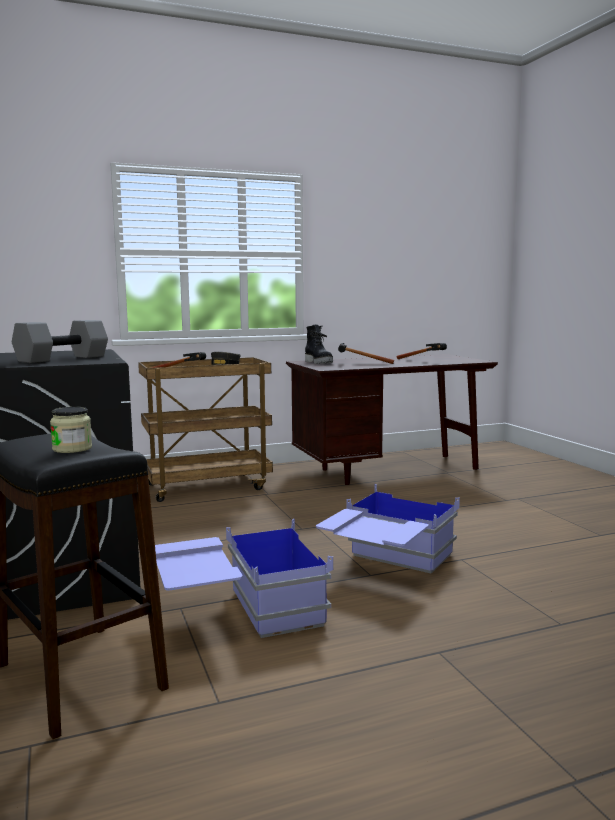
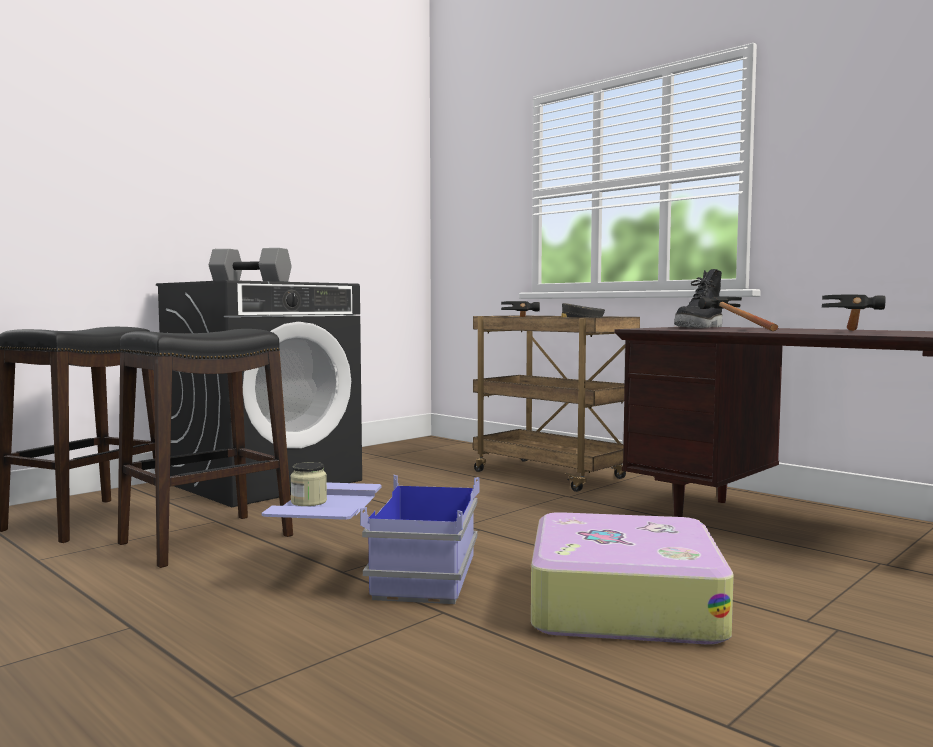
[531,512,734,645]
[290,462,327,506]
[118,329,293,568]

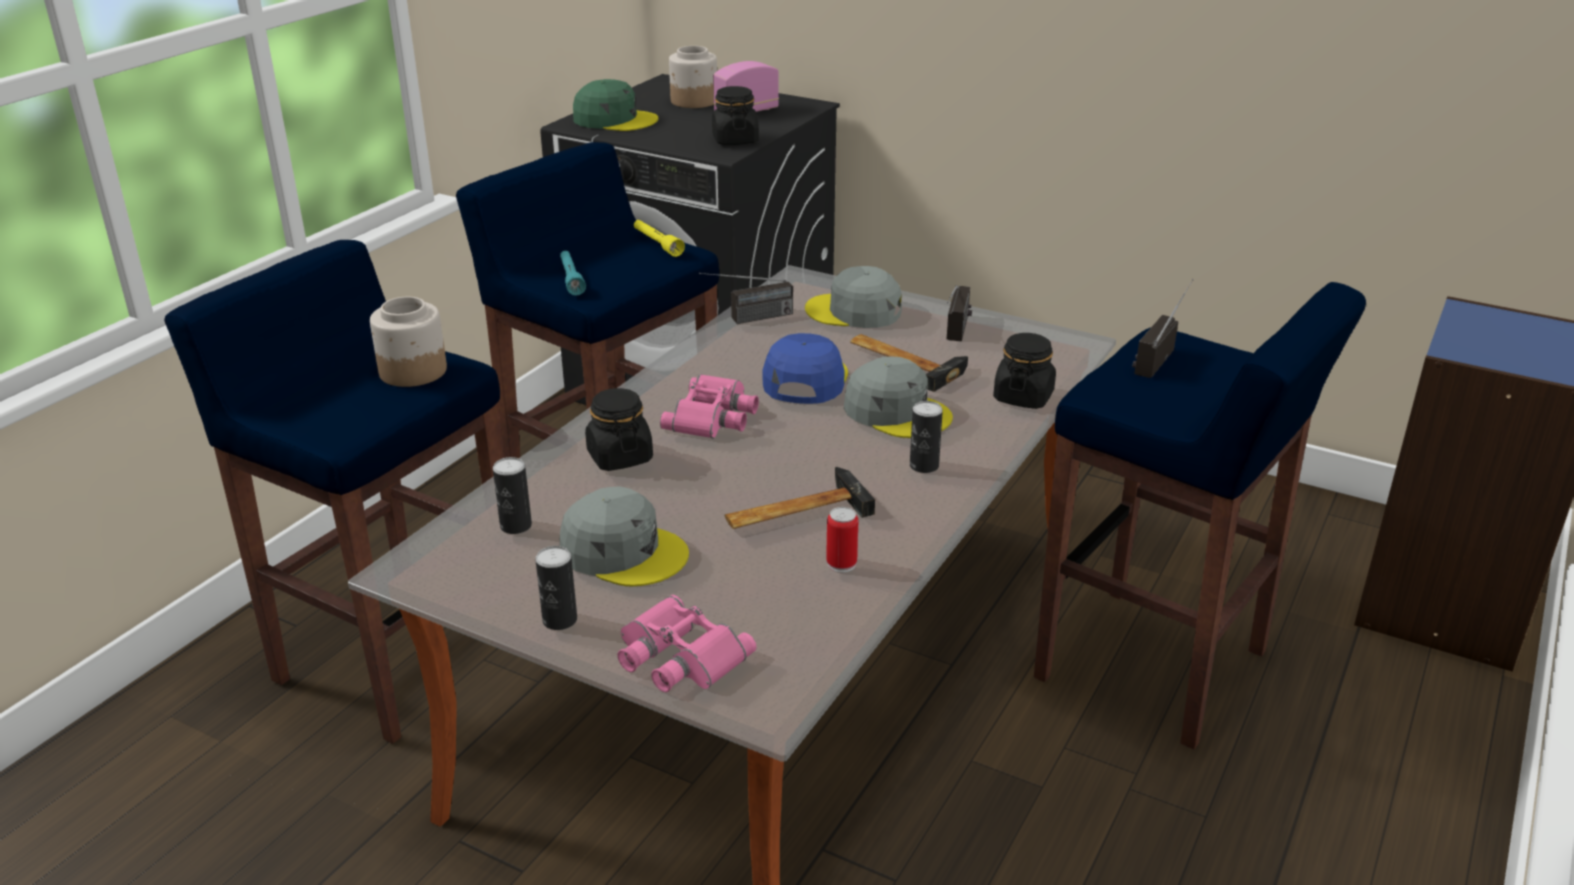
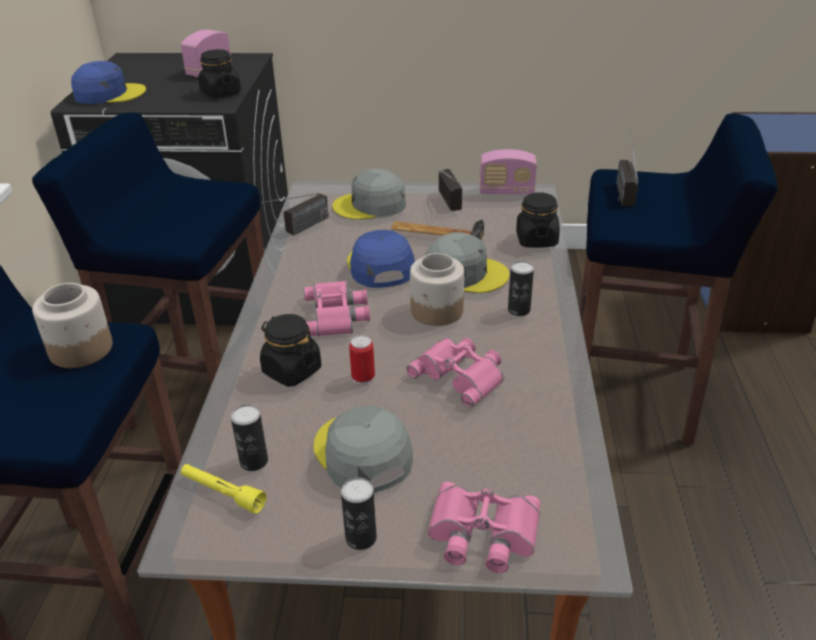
[560,251,586,296] (first image)
[479,149,537,195]
[181,464,267,514]
[410,253,464,326]
[349,335,375,385]
[406,337,504,408]
[71,61,146,104]
[313,406,413,493]

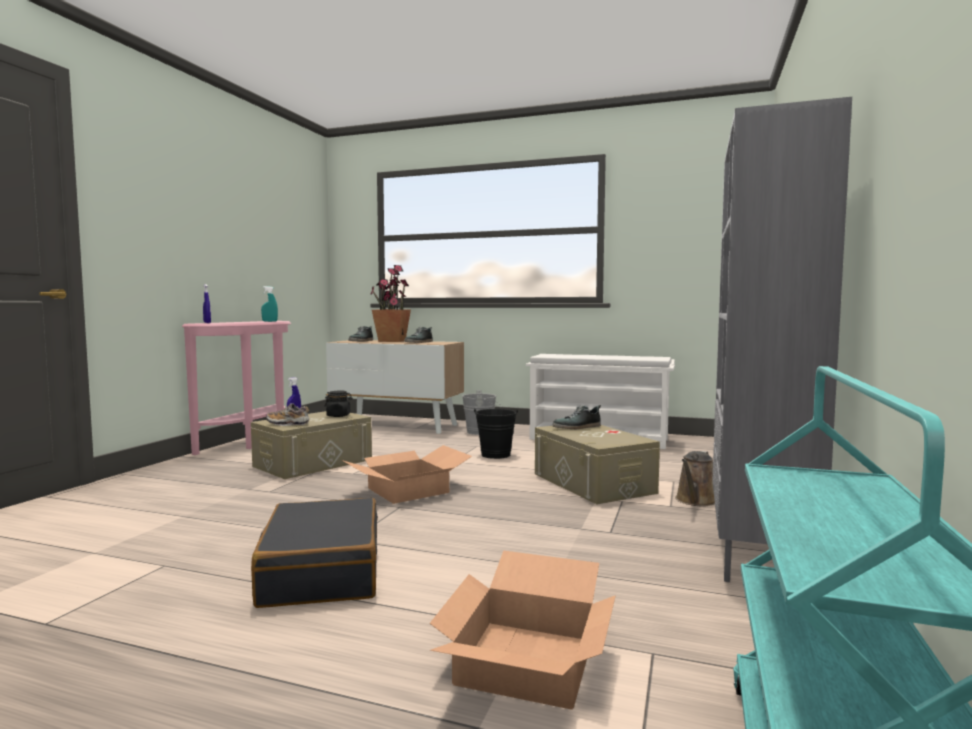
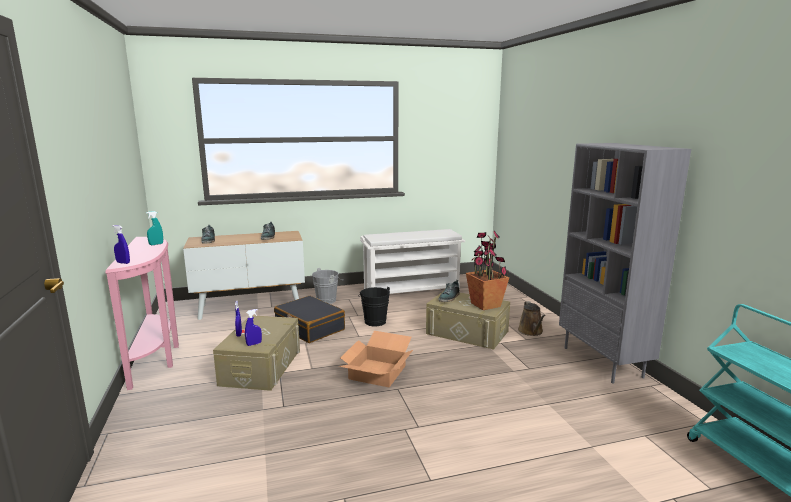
[324,391,352,417] (first image)
[429,550,616,710] (first image)
[274,296,345,343]
[466,231,509,310]
[245,309,262,346]

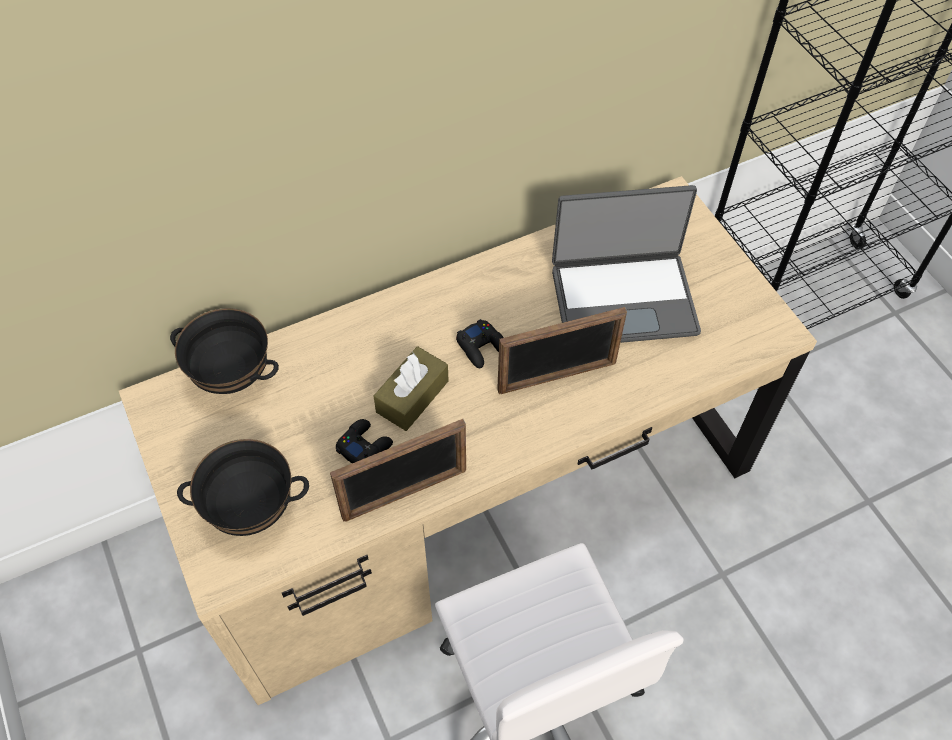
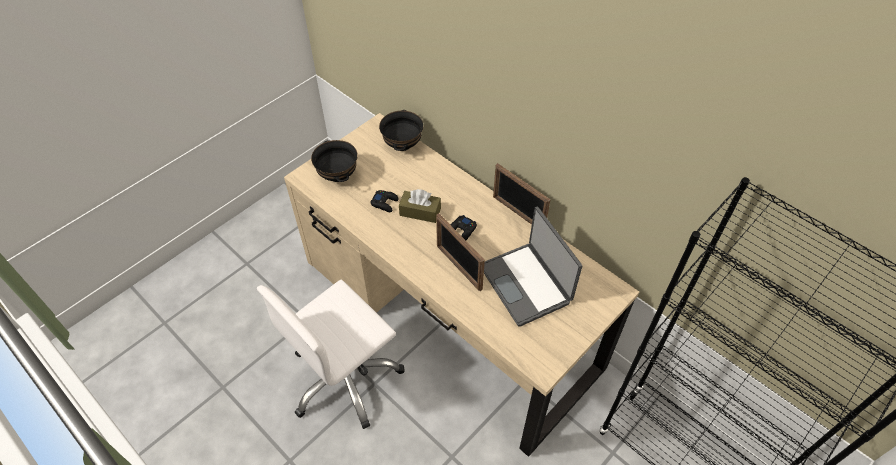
[493,163,551,225]

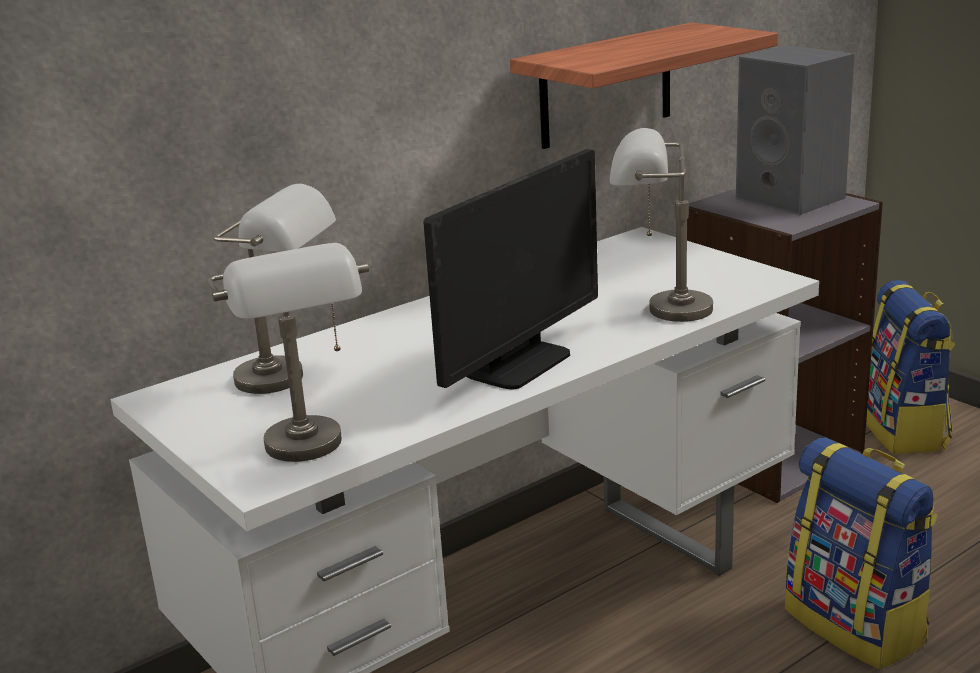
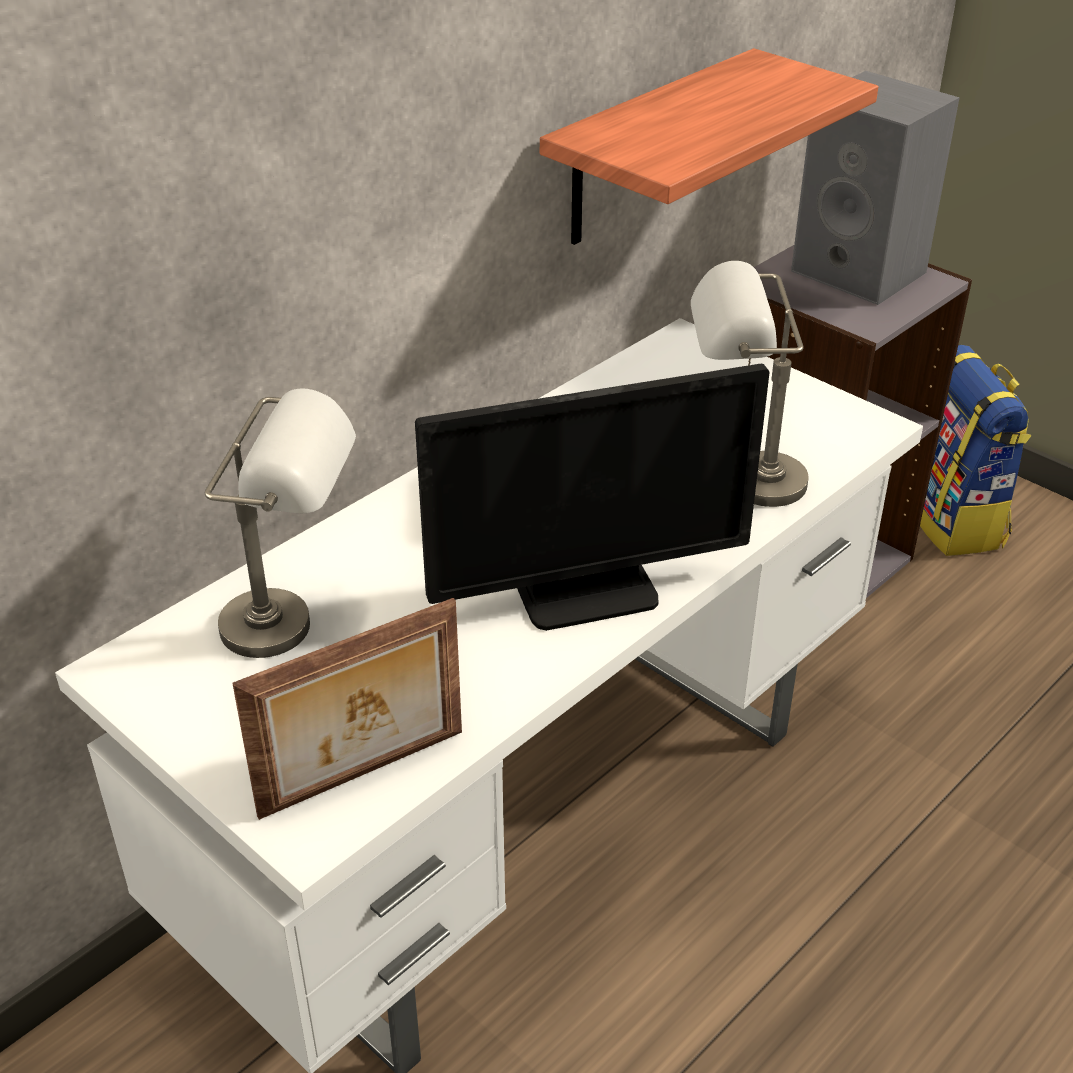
[785,437,938,669] (first image)
[232,598,462,820]
[415,364,770,631]

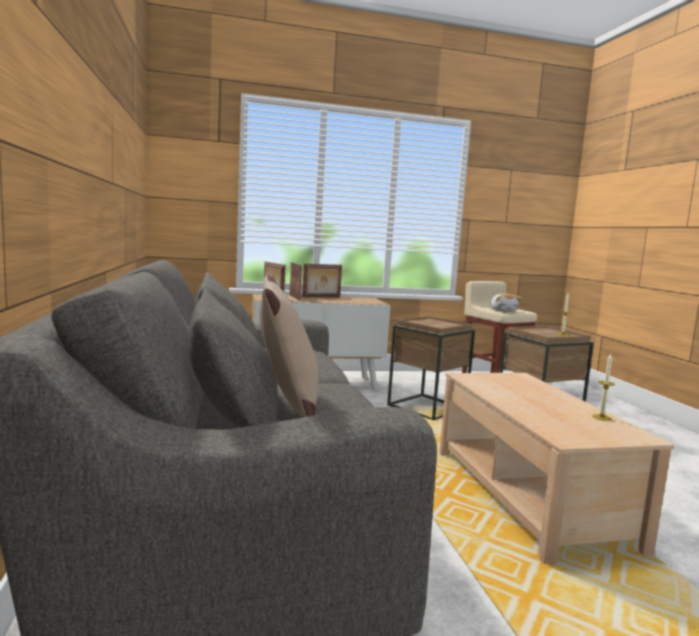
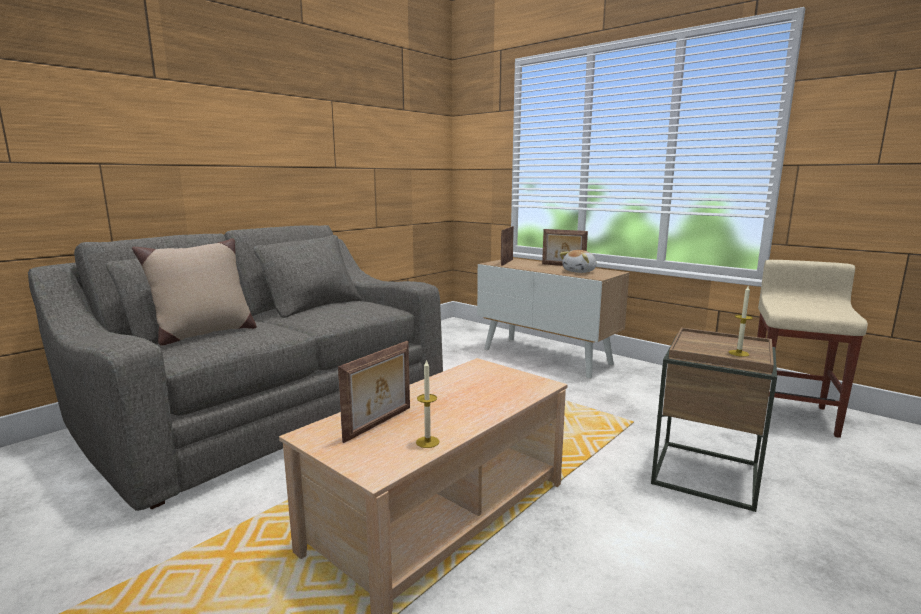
[387,316,475,420] (first image)
[338,341,410,443]
[560,250,597,273]

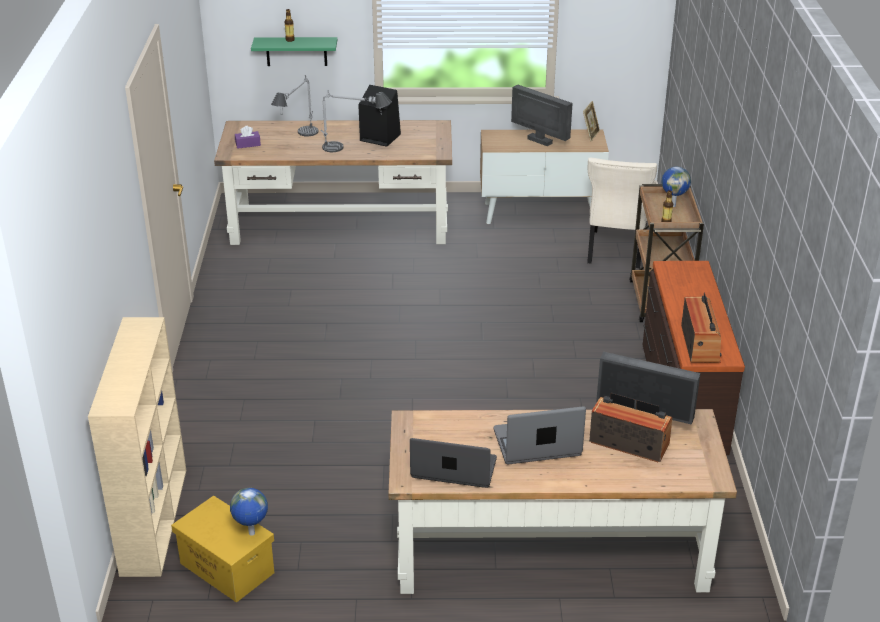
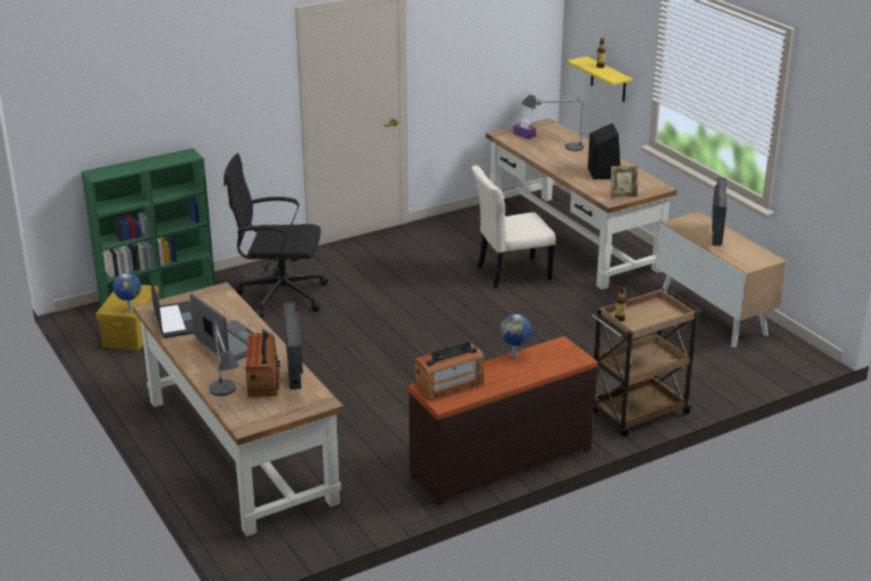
[224,153,328,318]
[209,321,239,396]
[611,166,638,199]
[472,165,556,289]
[500,314,532,358]
[81,148,215,305]
[567,56,633,102]

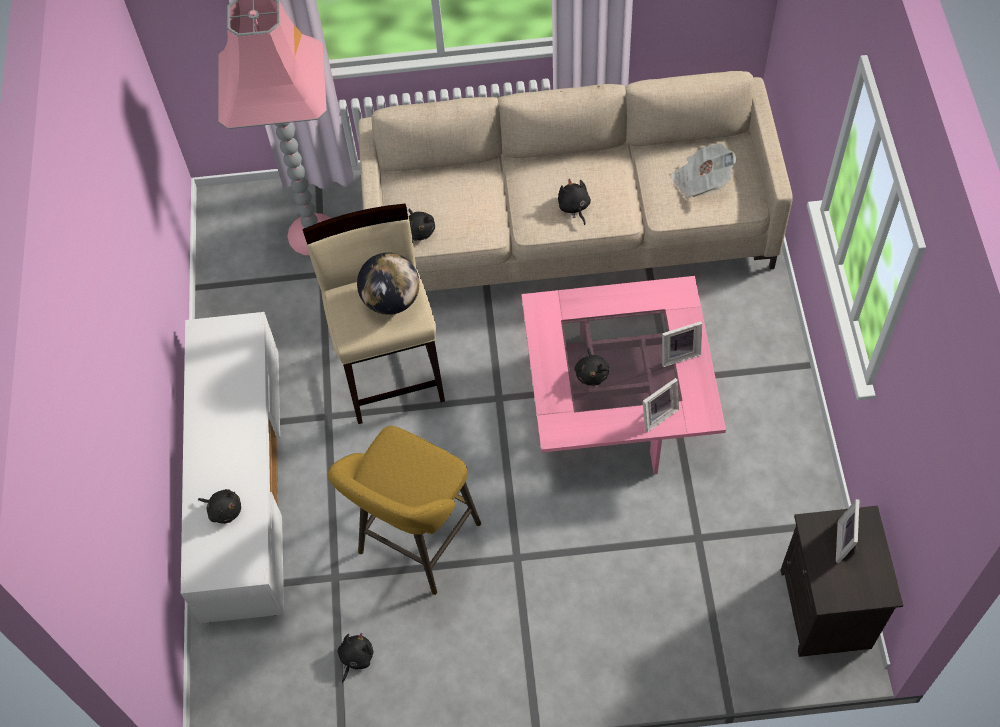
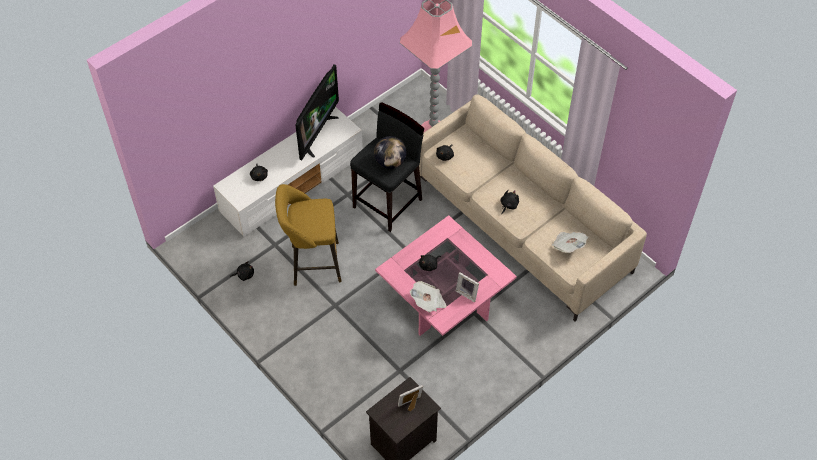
[295,65,339,160]
[410,281,447,312]
[350,102,424,232]

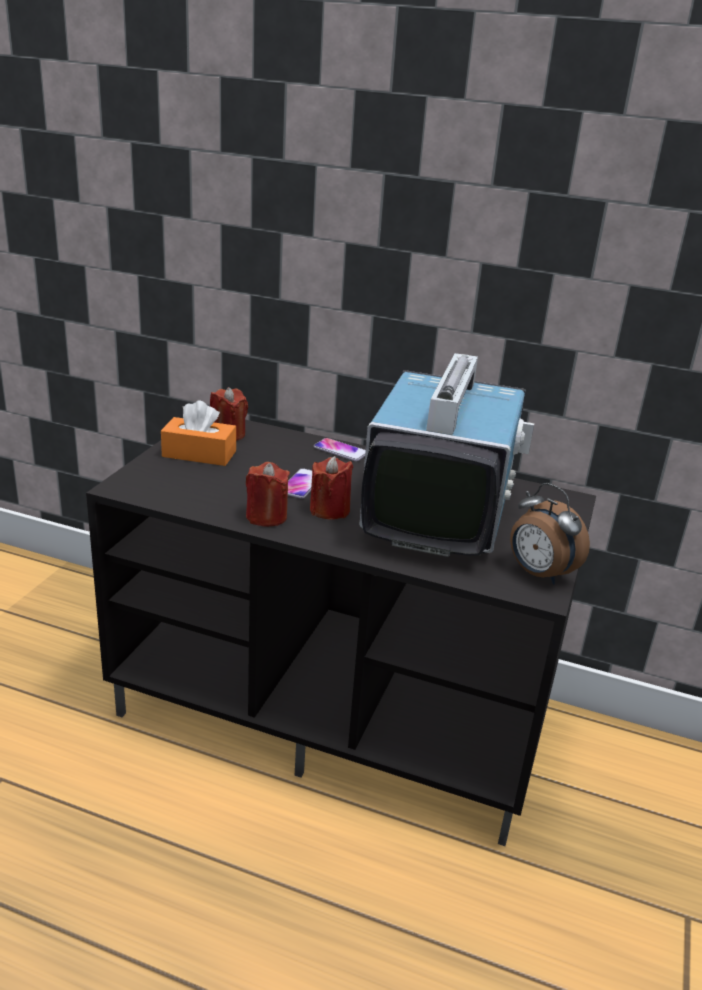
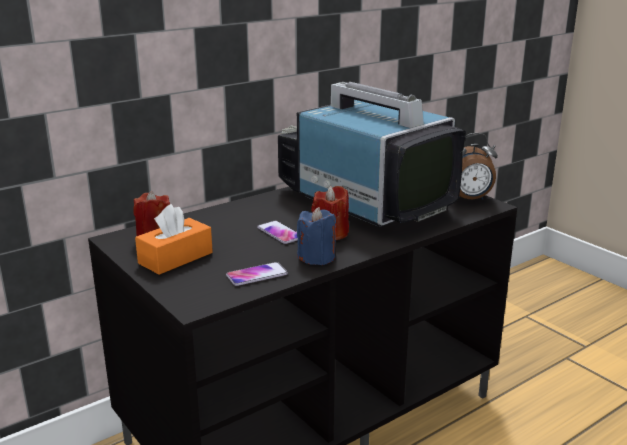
[226,262,288,286]
[297,207,336,265]

